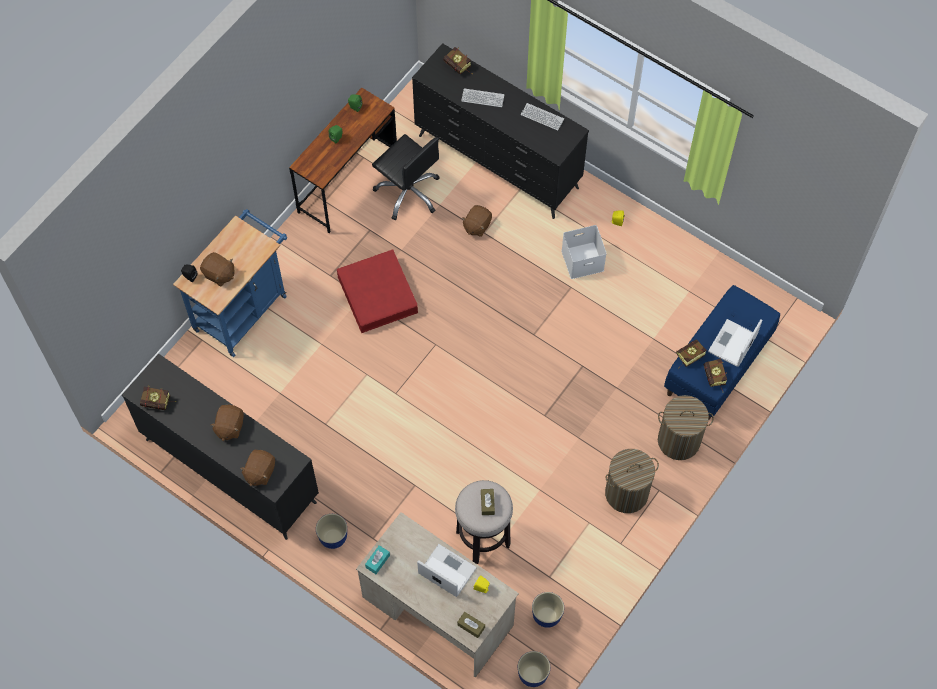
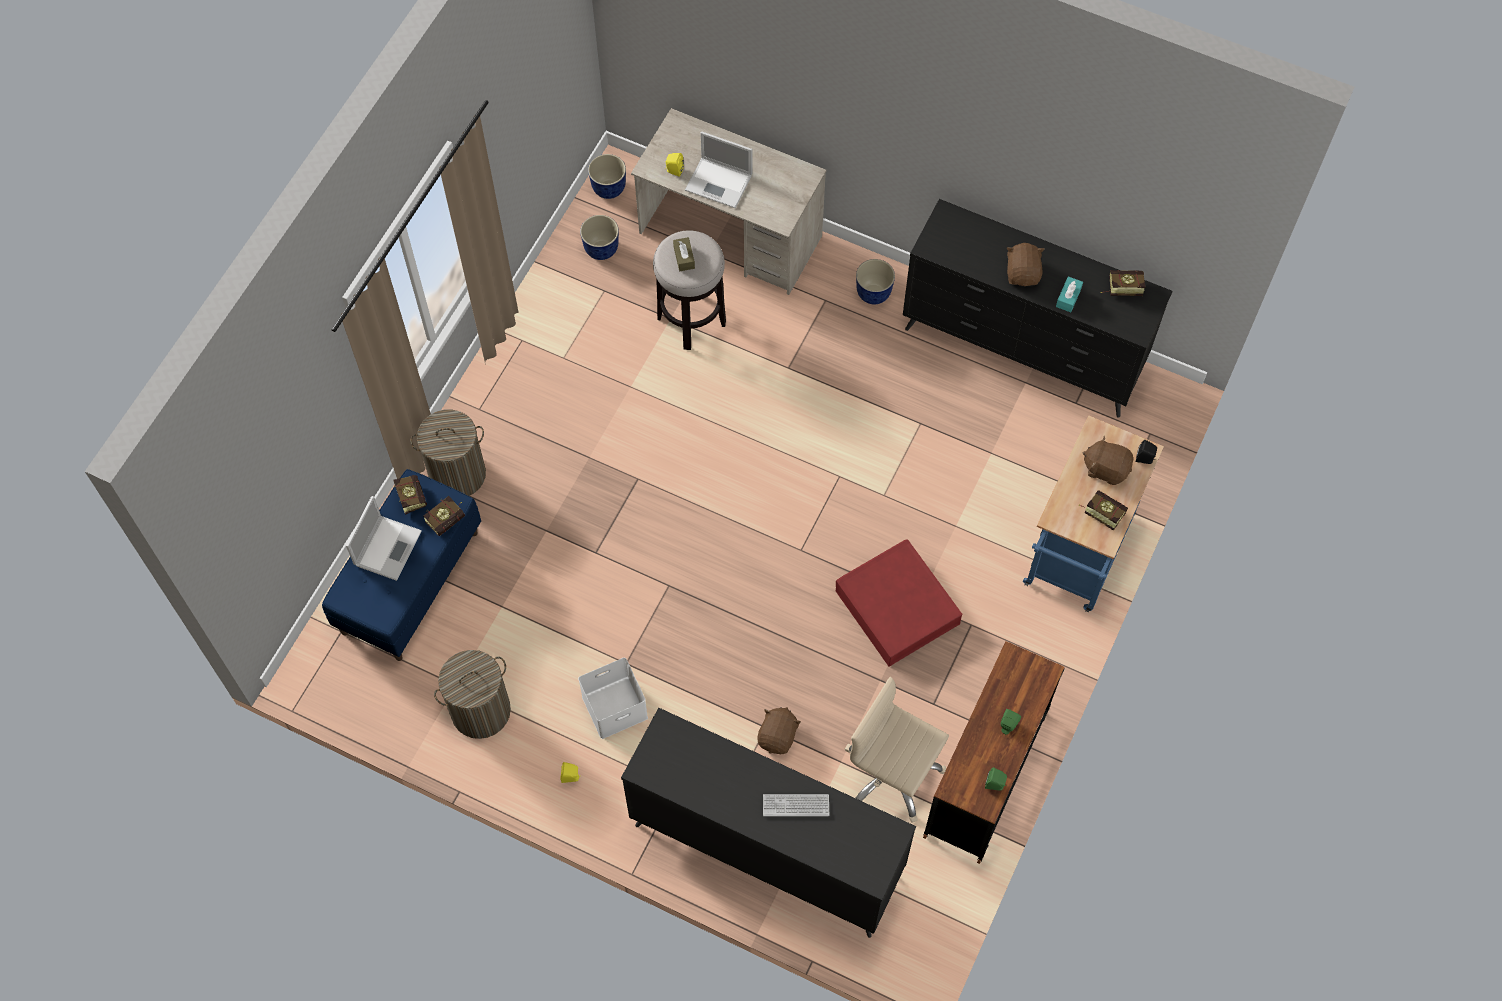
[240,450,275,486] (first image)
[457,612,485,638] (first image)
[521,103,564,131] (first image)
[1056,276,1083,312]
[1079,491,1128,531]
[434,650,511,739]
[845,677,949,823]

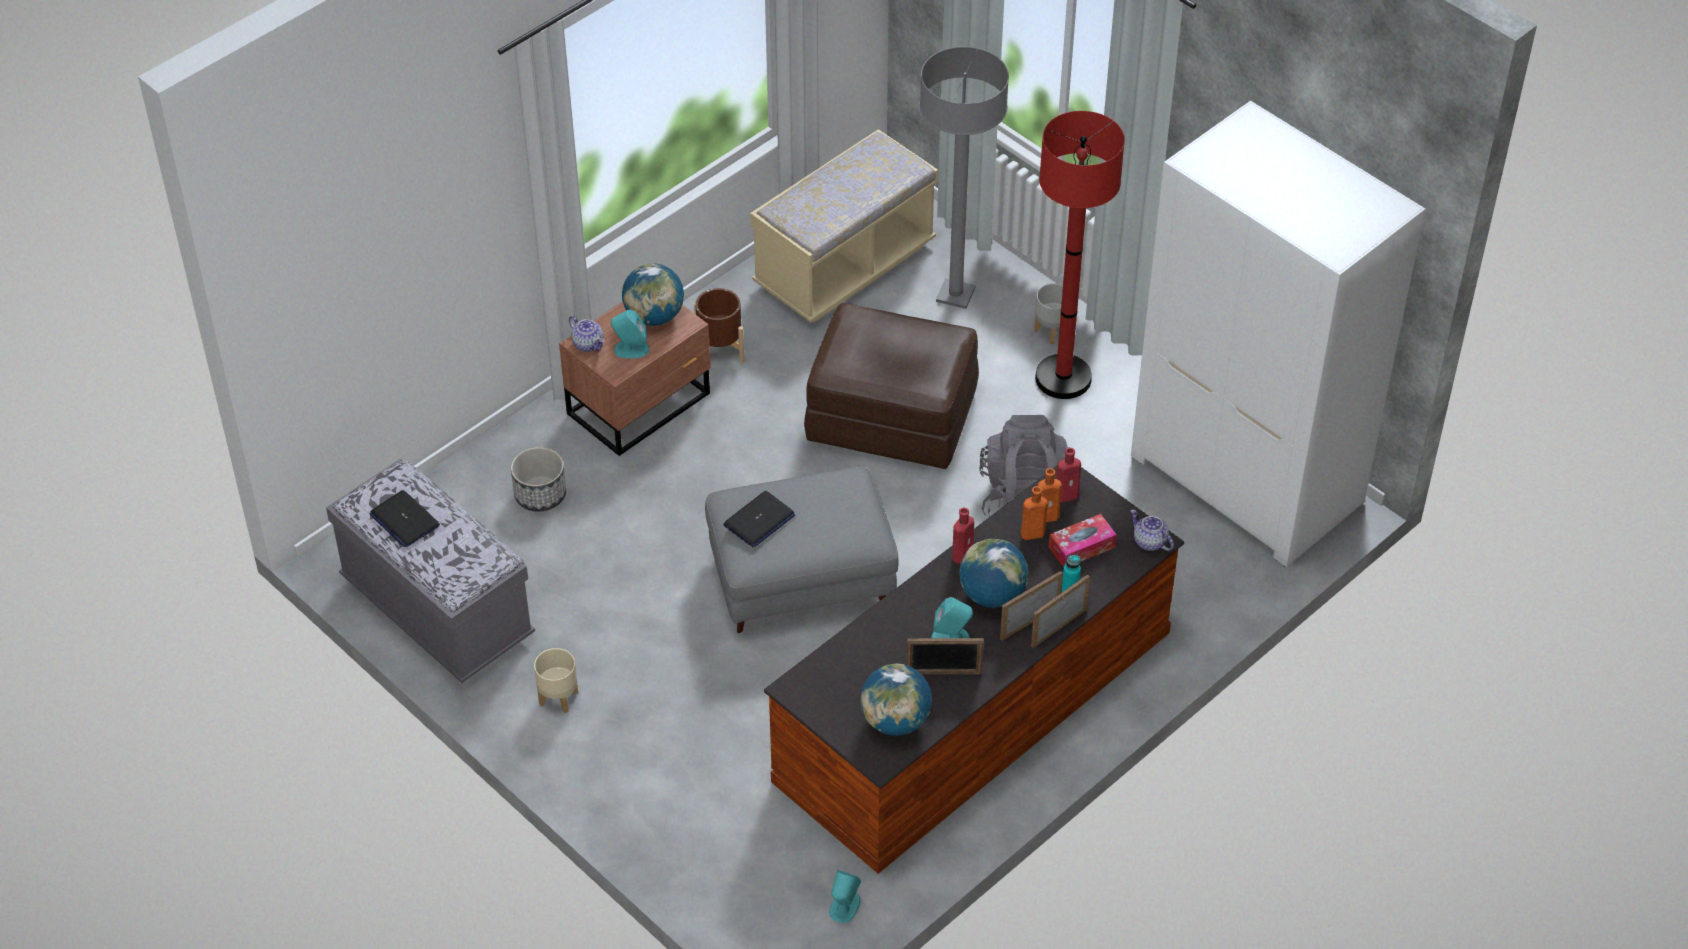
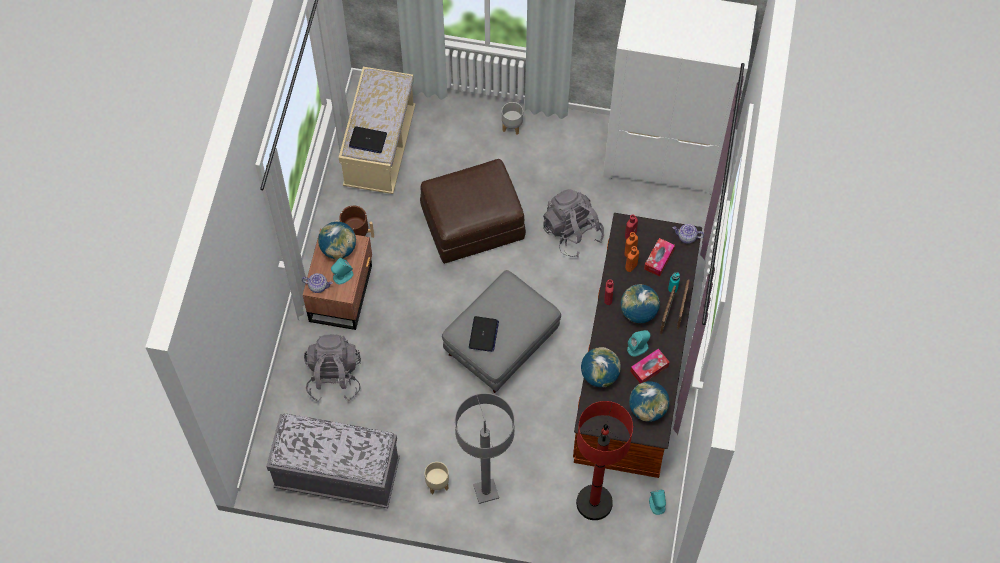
[581,347,621,387]
[349,126,387,153]
[455,393,515,504]
[576,401,633,520]
[304,335,361,402]
[630,349,669,383]

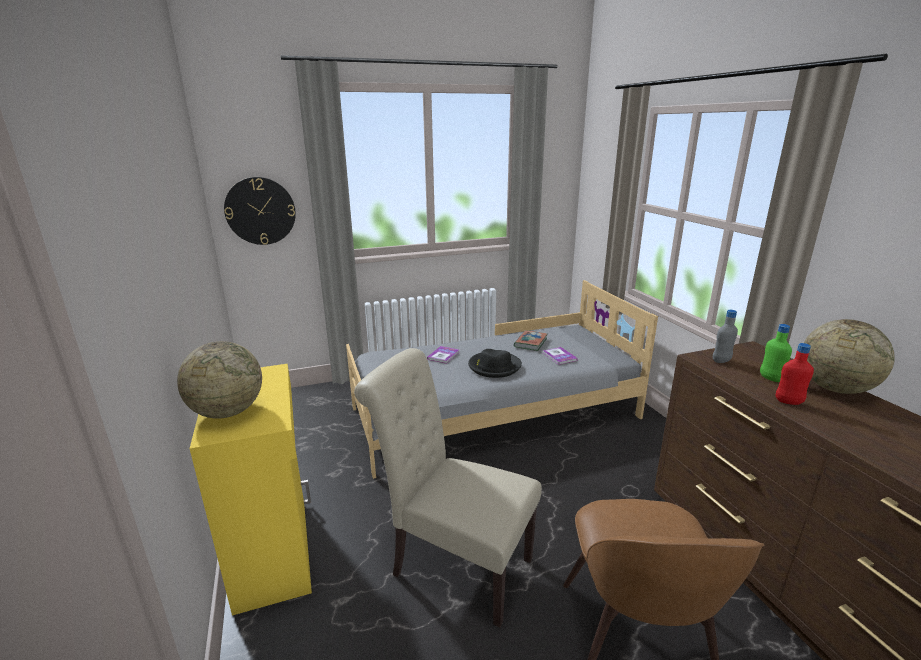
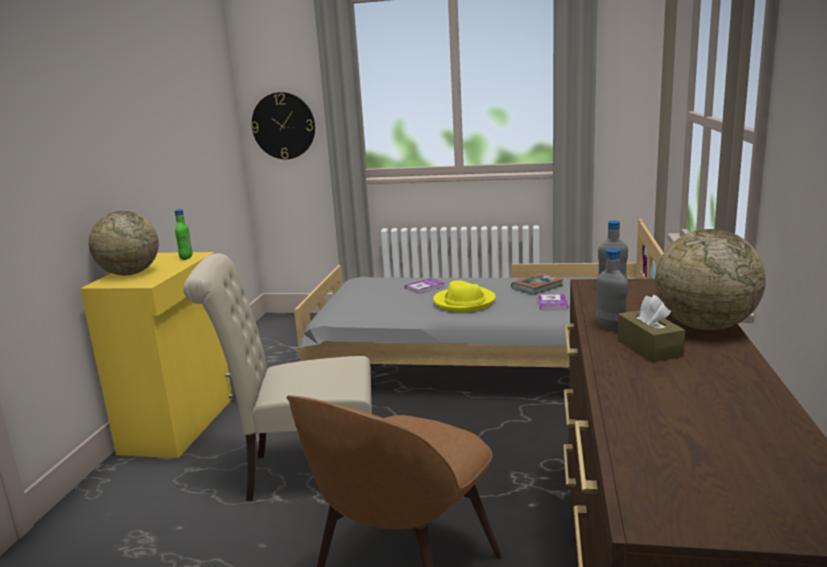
[618,295,685,362]
[175,209,193,260]
[433,280,496,312]
[596,248,628,331]
[183,253,372,501]

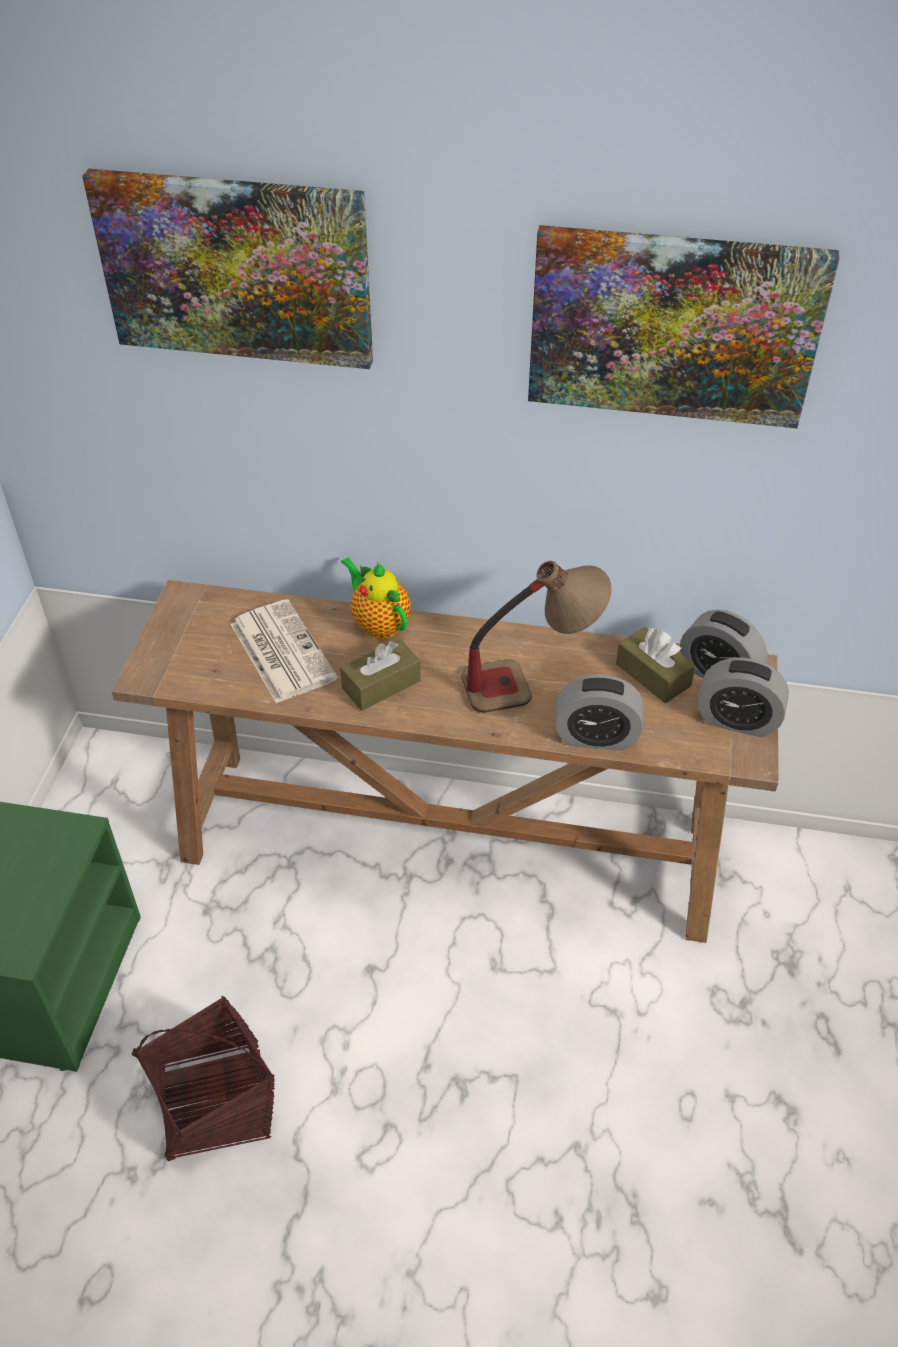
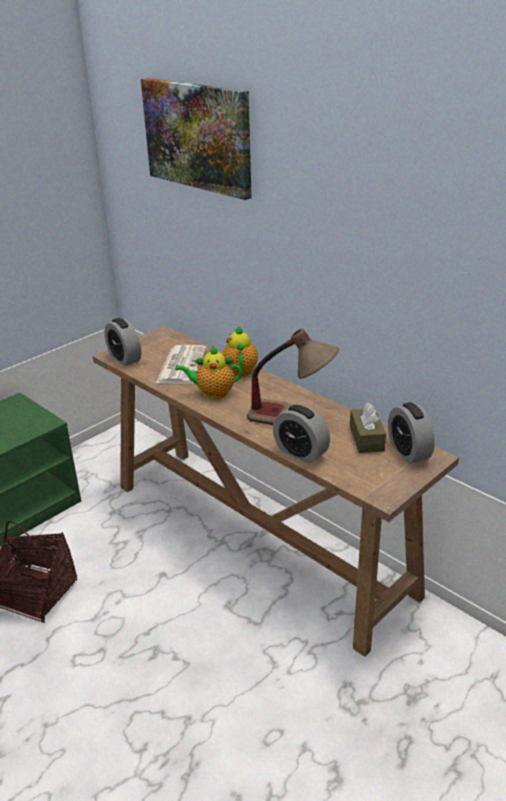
[528,225,839,428] (first image)
[104,318,141,366]
[175,346,242,399]

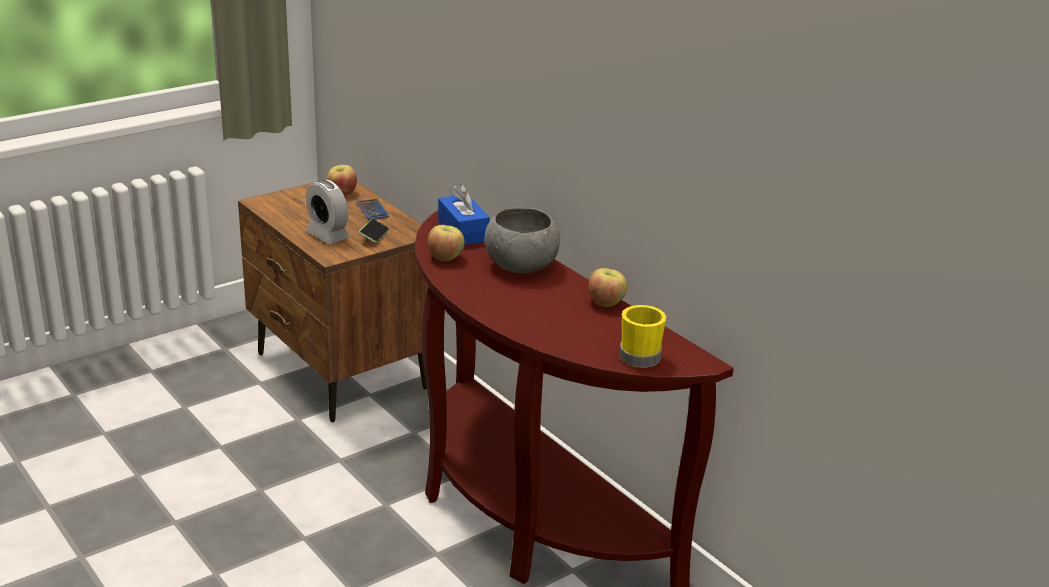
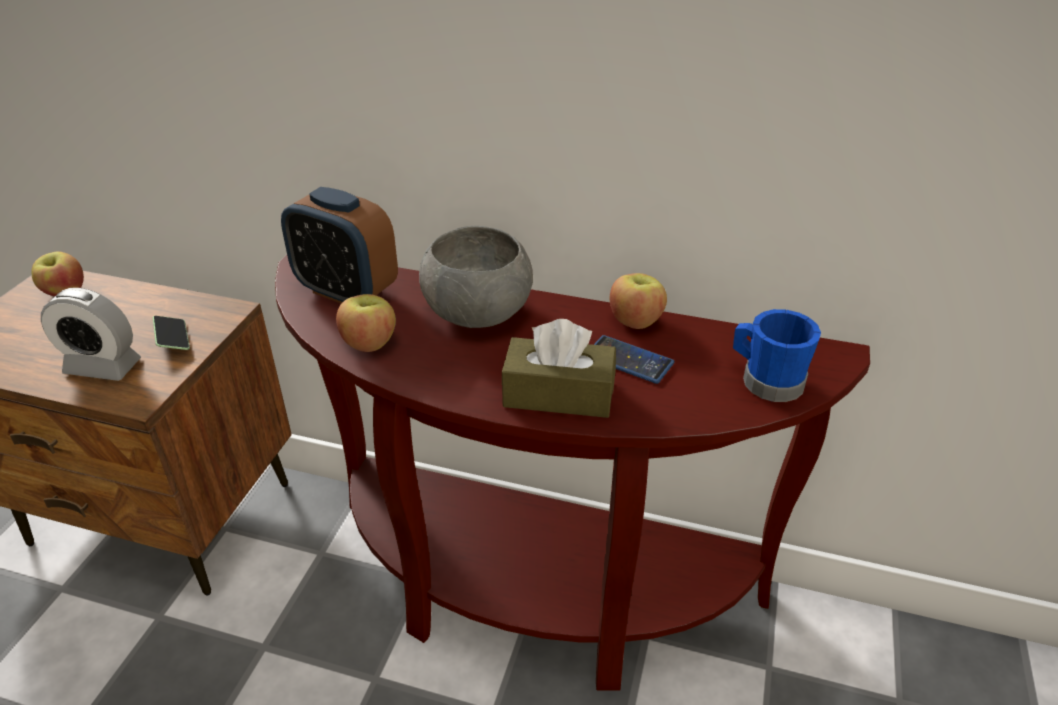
[502,319,616,418]
[594,335,674,384]
[281,187,398,304]
[733,309,821,402]

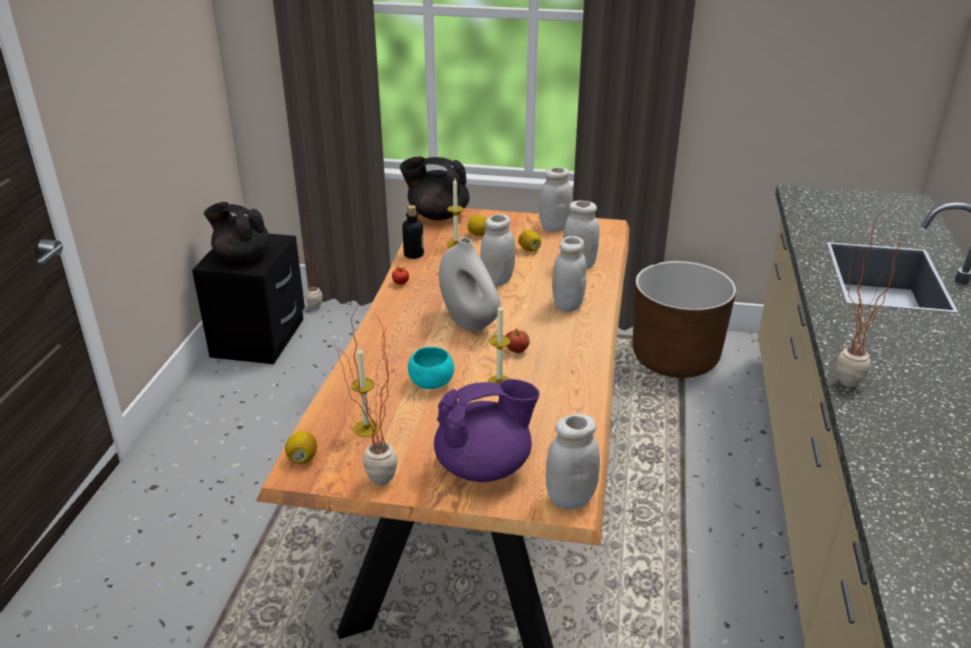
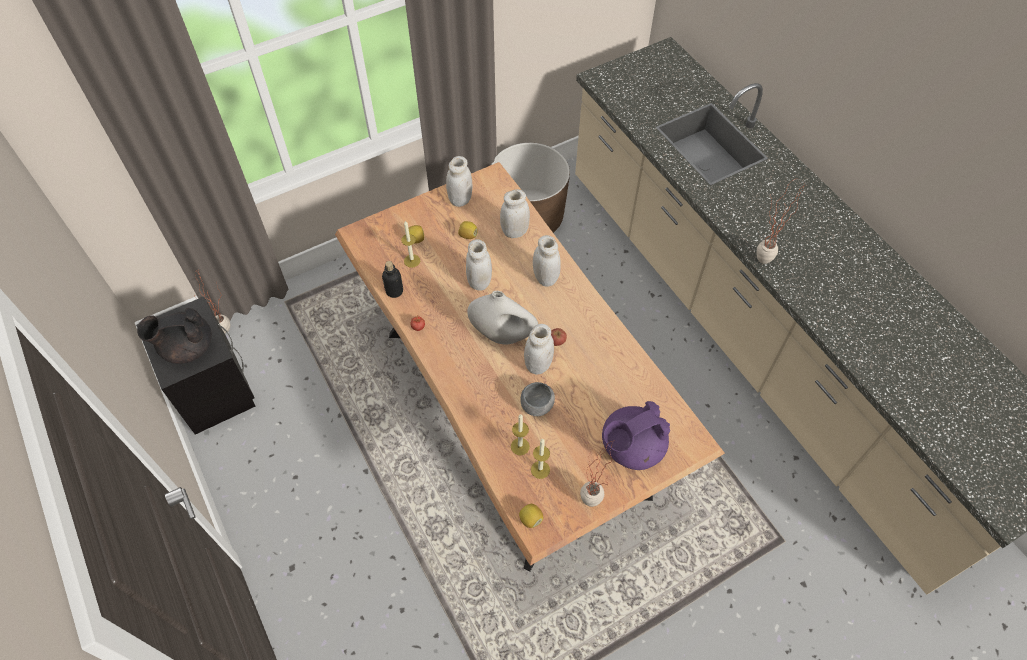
[400,157,469,220] (first image)
[511,414,530,456]
[524,324,554,375]
[520,382,555,416]
[602,401,670,470]

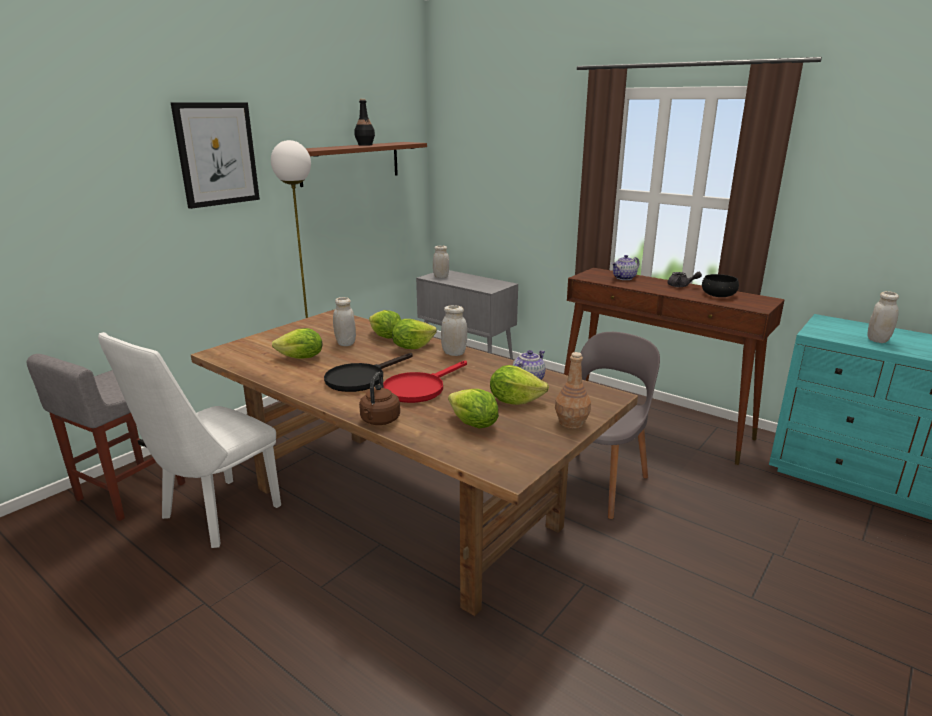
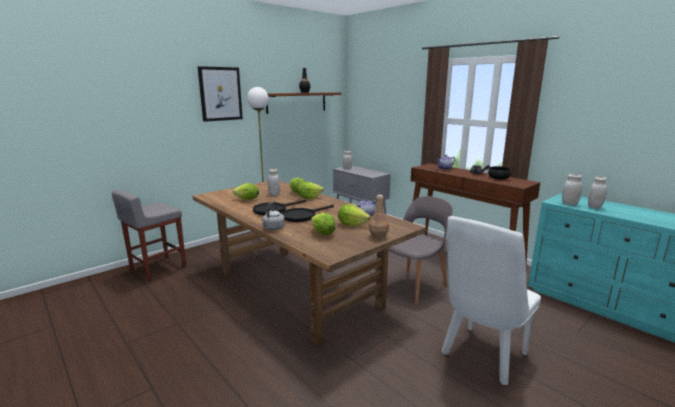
[442,216,541,385]
[562,174,582,206]
[262,201,285,230]
[281,204,334,222]

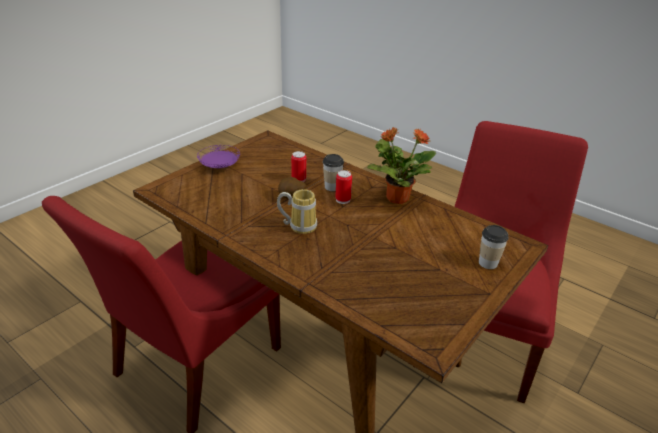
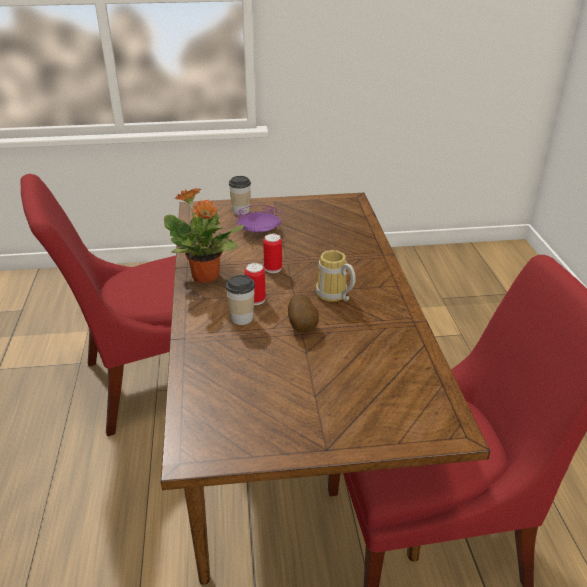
[234,205,284,232]
[263,234,282,273]

